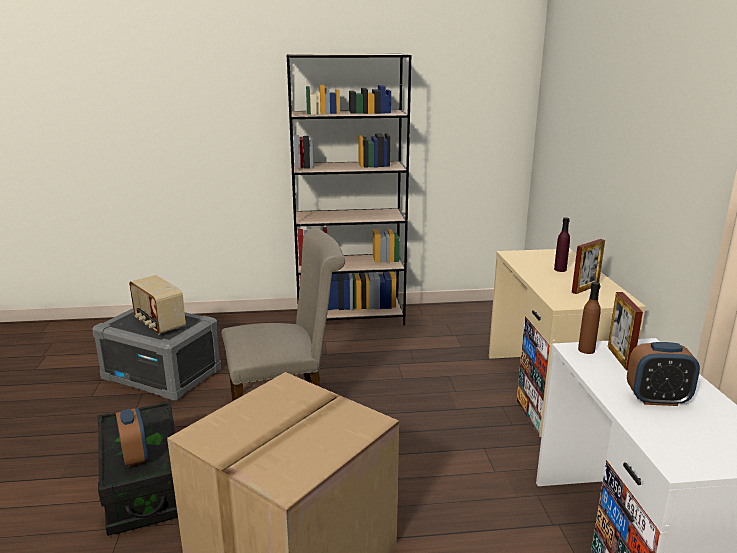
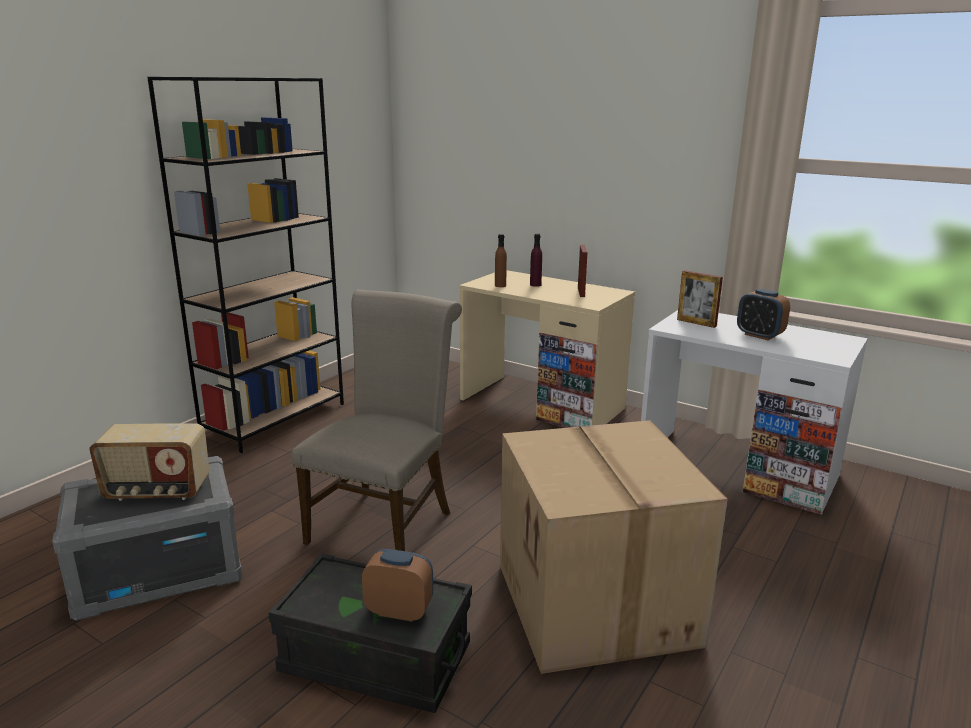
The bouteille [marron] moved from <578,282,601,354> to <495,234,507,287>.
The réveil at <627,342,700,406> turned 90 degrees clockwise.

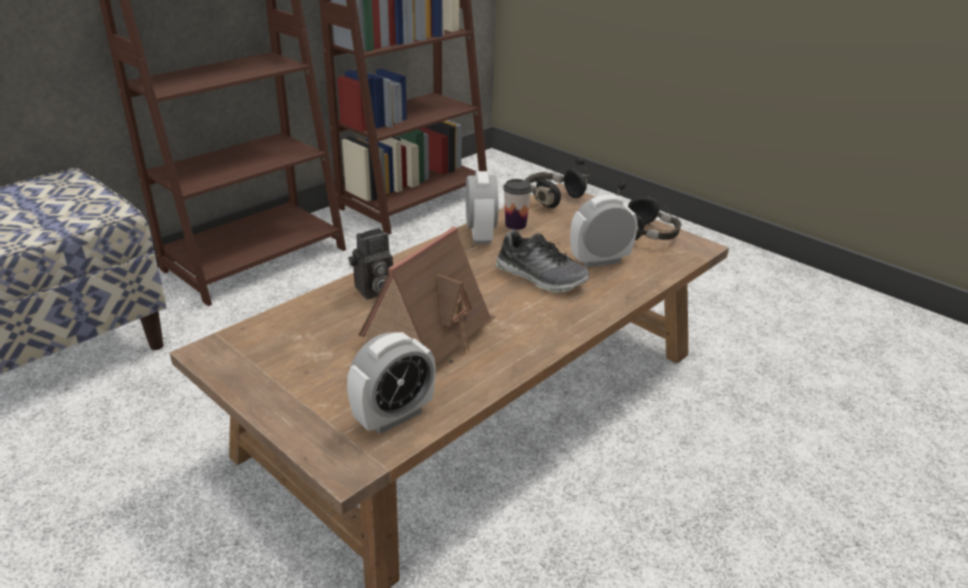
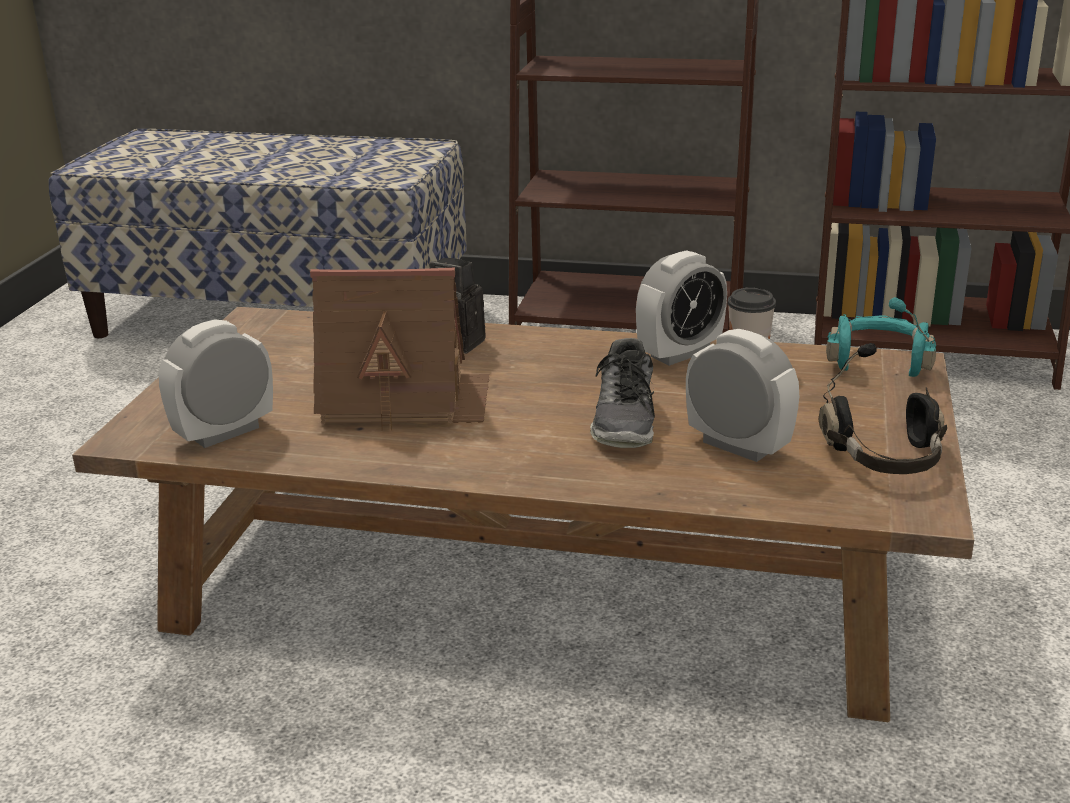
The réveil at <347,332,436,434> turned 120 degrees clockwise.
The casque audio [noir] at <525,158,590,208> became the casque audio [turquoise] at <826,297,936,377>.

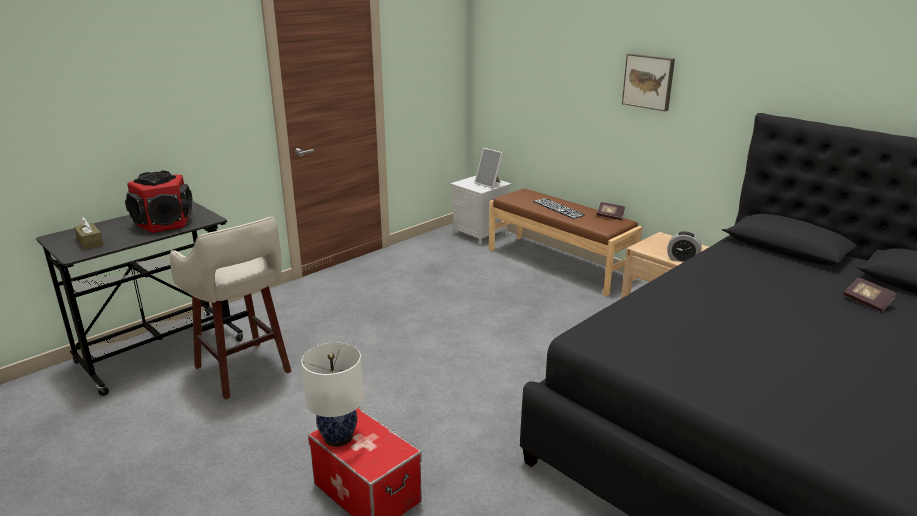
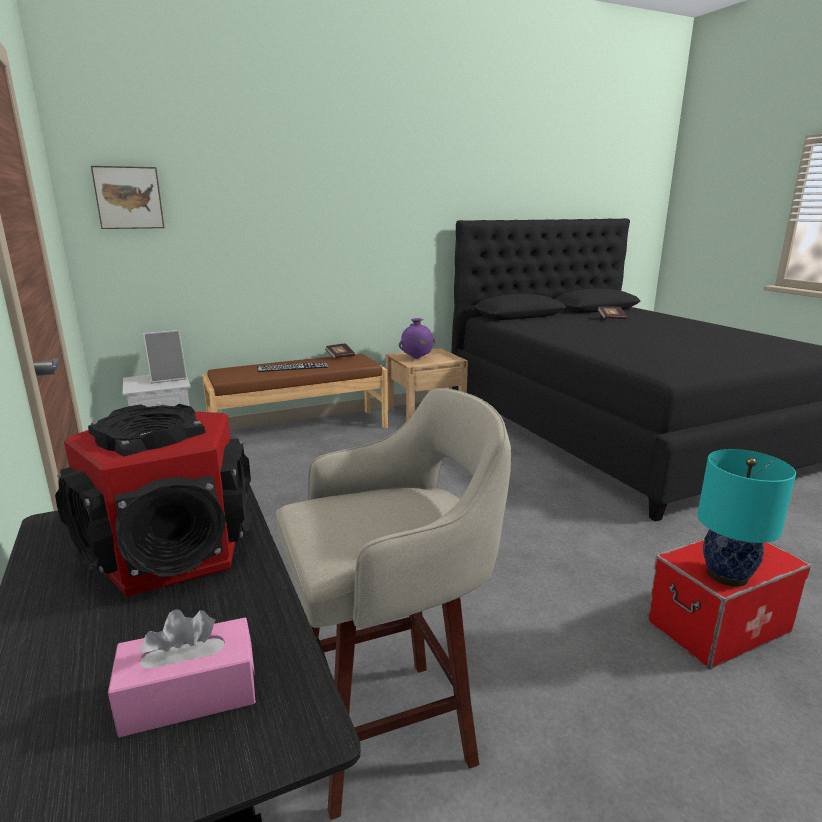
The boîte à mouchoirs [marron] at <74,217,104,250> became the boîte à mouchoirs [rose] at <108,609,256,737>.
The lampe de table [blanc] at <301,343,364,447> became the lampe de table [turquoise] at <697,449,796,587>.
The tableau moved from <622,54,675,111> to <91,166,164,229>.
The réveil at <667,232,702,262> disappeared.
The vase [violet] at <399,318,435,359> appeared.

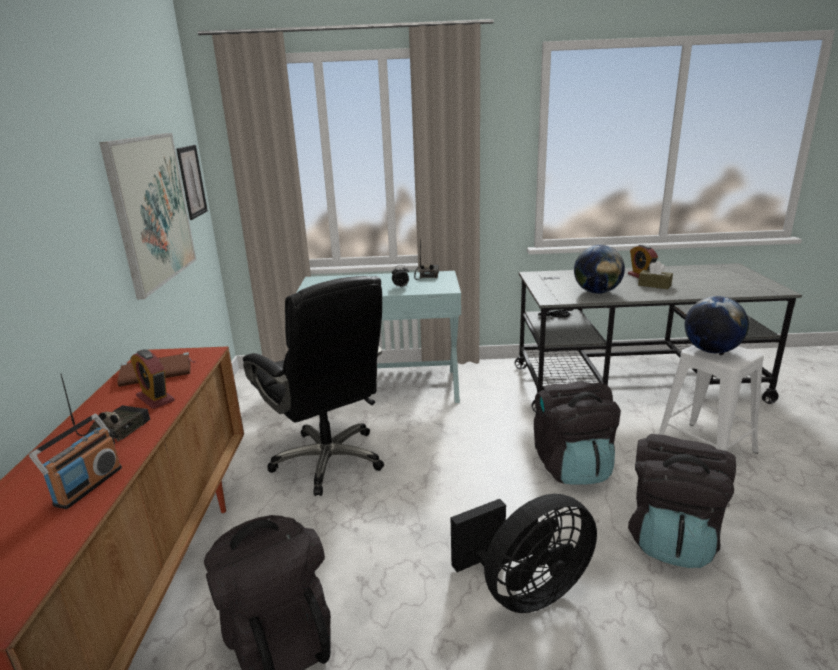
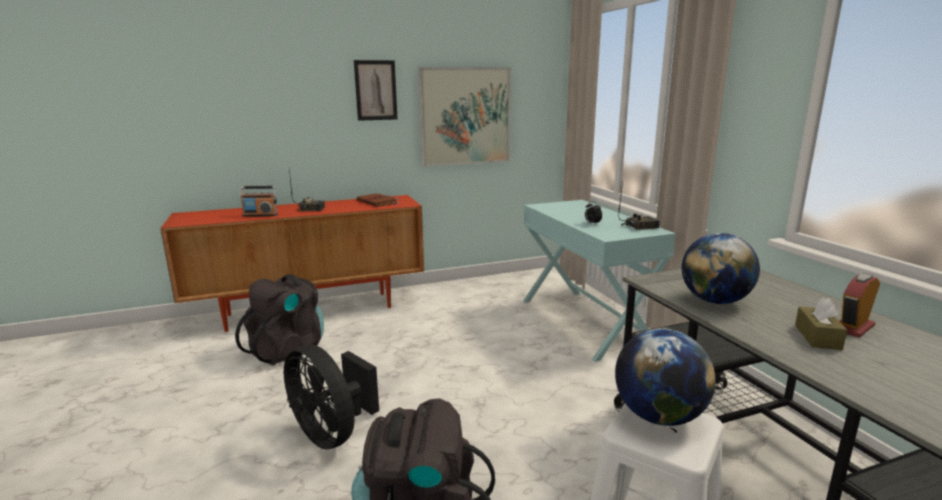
The réveil at <131,349,175,409> disappeared.
The tableau moved from <177,145,208,220> to <354,60,397,121>.
The chaise de bureau [noir] at <243,276,384,496> disappeared.
The sac à dos [noir] at <534,382,621,485> disappeared.

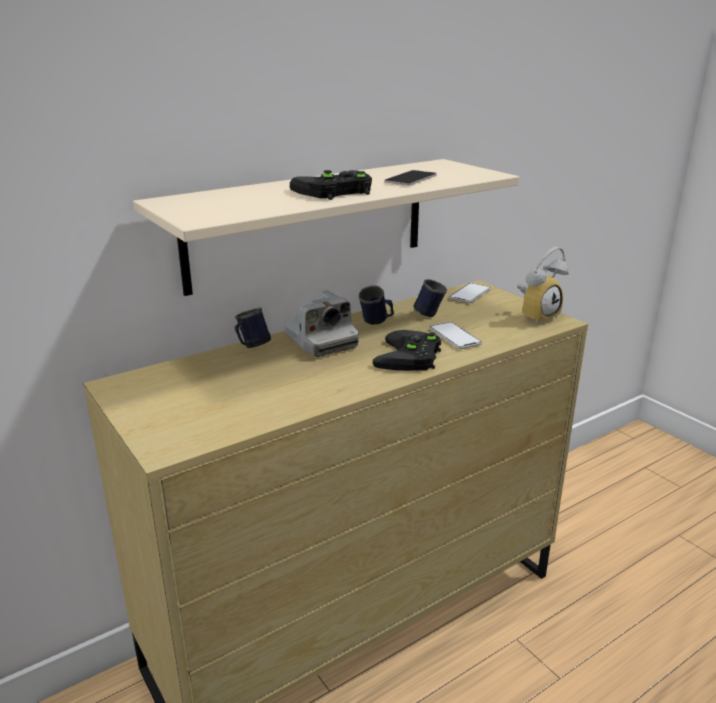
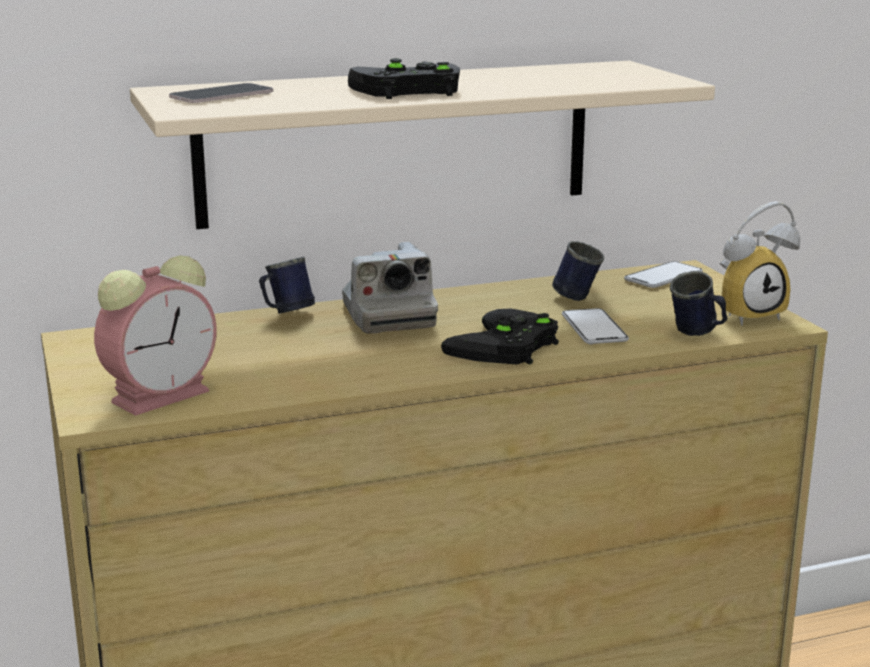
The mug [bleu] moved from <359,285,394,325> to <670,271,727,336>.
The téléphone moved from <384,170,437,186> to <169,83,273,103>.
The réveil at <94,255,217,416> appeared.

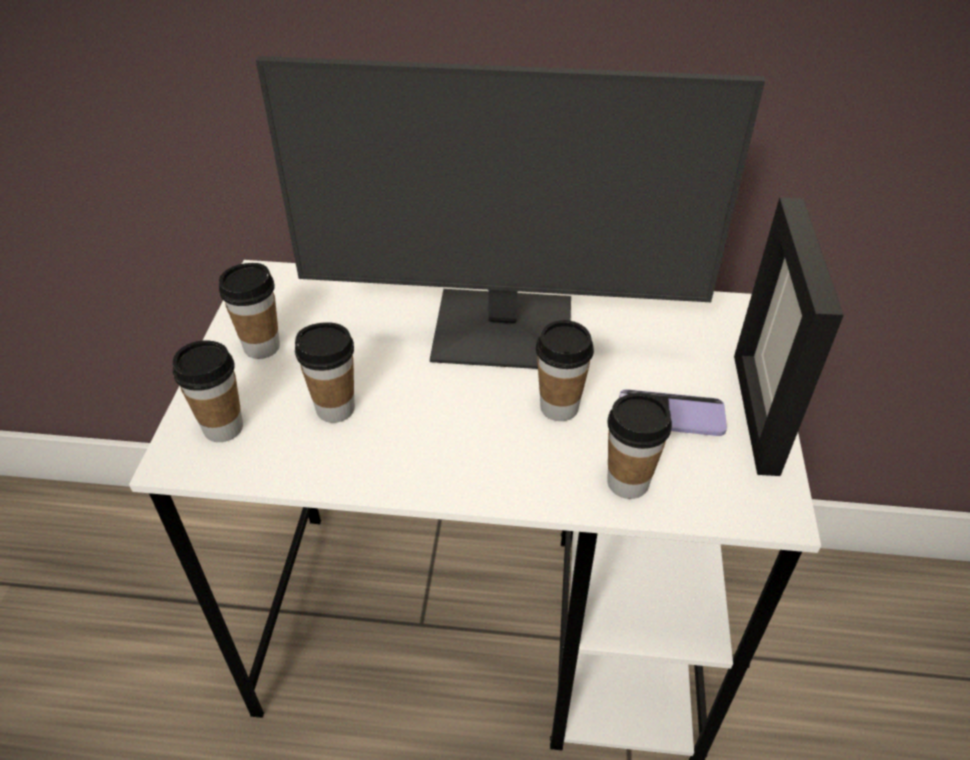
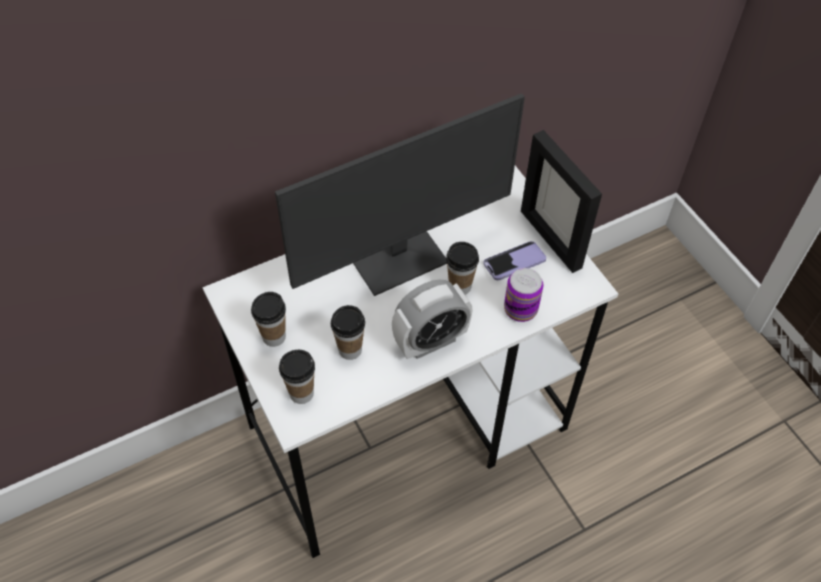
The tasse at <607,393,672,499> was replaced by the boîte métallique at <504,268,543,322>.
The réveil at <392,280,473,359> appeared.

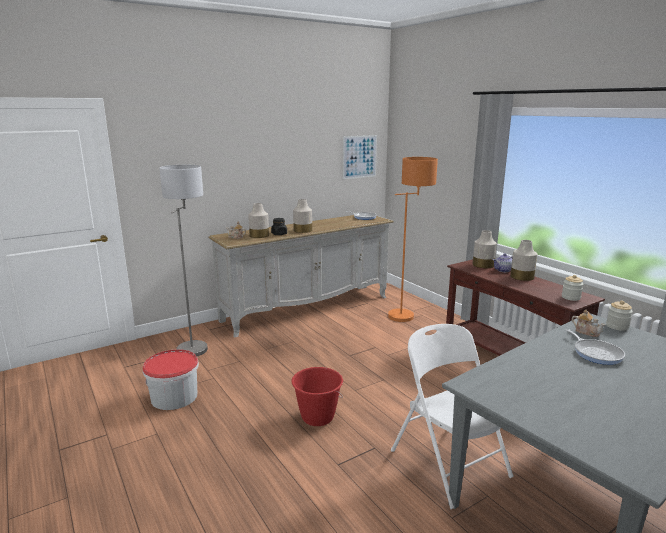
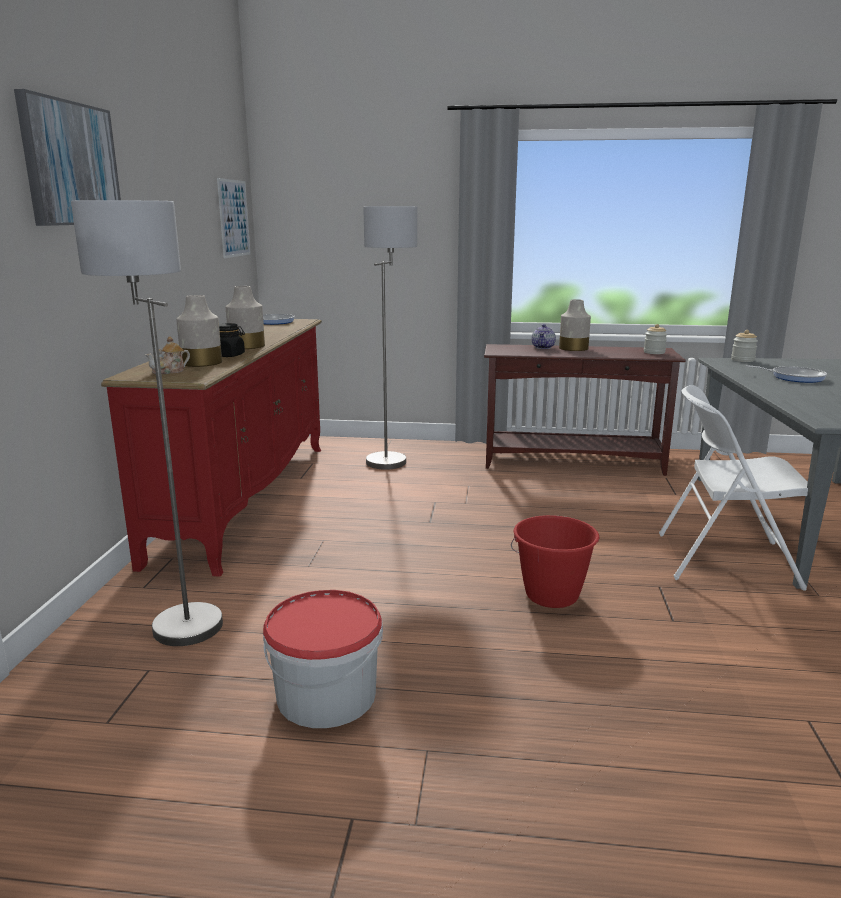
The meuble de rangement [gris] at <208,215,394,337> became the meuble de rangement [rouge] at <101,319,322,577>.
The lampadaire [orange] at <388,157,438,322> became the lampadaire [gris] at <363,206,417,470>.
The vase [beige] at <473,230,497,268> disappeared.
The théière at <572,309,606,337> disappeared.
The tableau at <14,89,121,226> appeared.

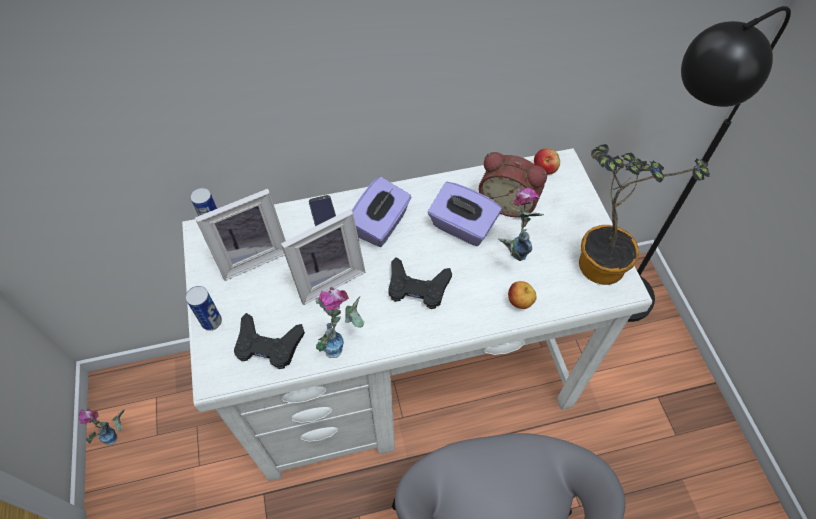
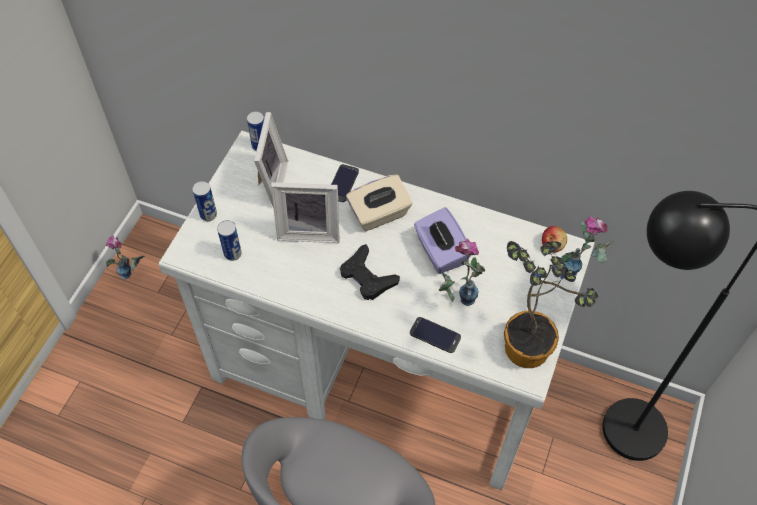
The cadre photo at <195,189,286,281> turned 90 degrees counterclockwise.
The manette [noir] at <234,313,305,369> was replaced by the boîte métallique at <217,220,242,261>.
The vase moved from <316,286,364,358> to <561,216,614,276>.
The boîte à mouchoirs [violet] at <352,176,412,247> became the boîte à mouchoirs [beige] at <346,174,412,231>.
The réveil at <479,152,547,217> disappeared.
The pomme at <508,281,537,309> was replaced by the téléphone at <410,317,461,353>.

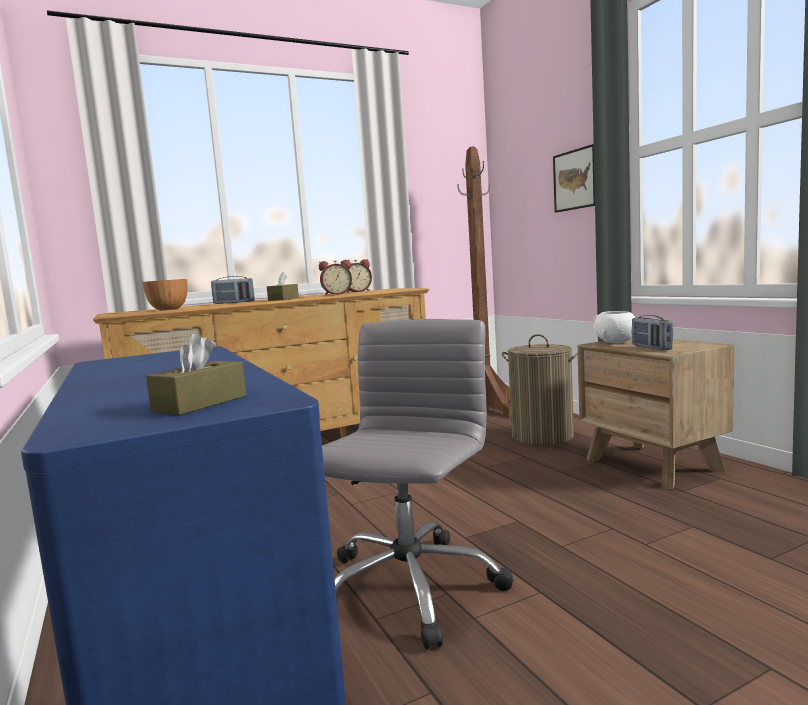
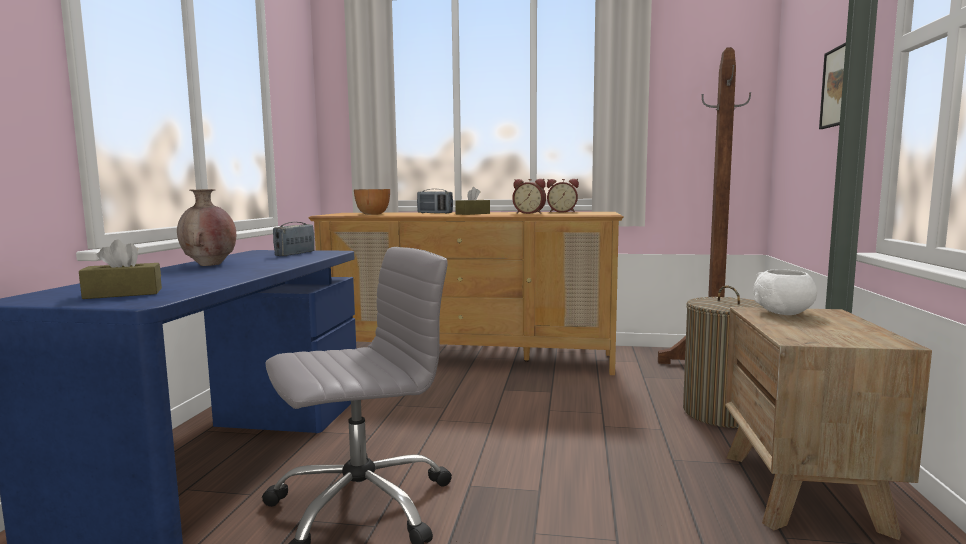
The radio moved from <632,315,673,350> to <273,222,315,256>.
The vase [marron] at <177,189,236,266> appeared.

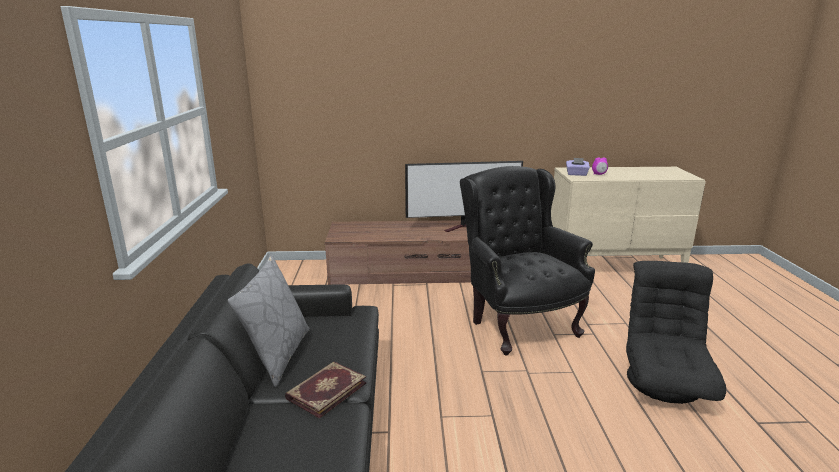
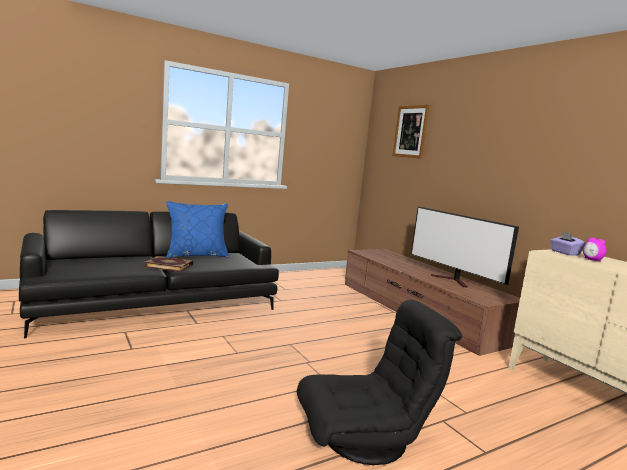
The coussin [gris] at <228,254,310,387> became the coussin [bleu] at <166,201,229,258>.
The fauteuil [noir] at <460,166,595,355> disappeared.
The tableau at <393,105,429,159> appeared.

